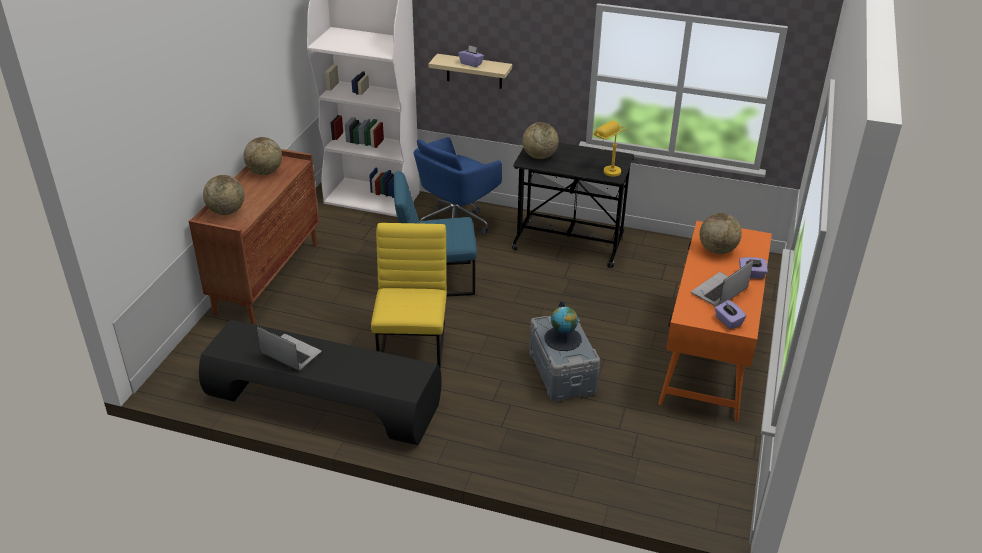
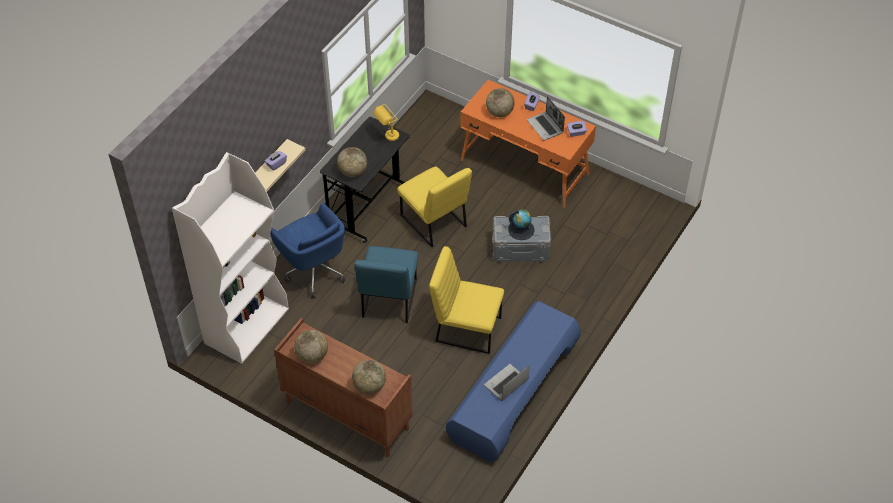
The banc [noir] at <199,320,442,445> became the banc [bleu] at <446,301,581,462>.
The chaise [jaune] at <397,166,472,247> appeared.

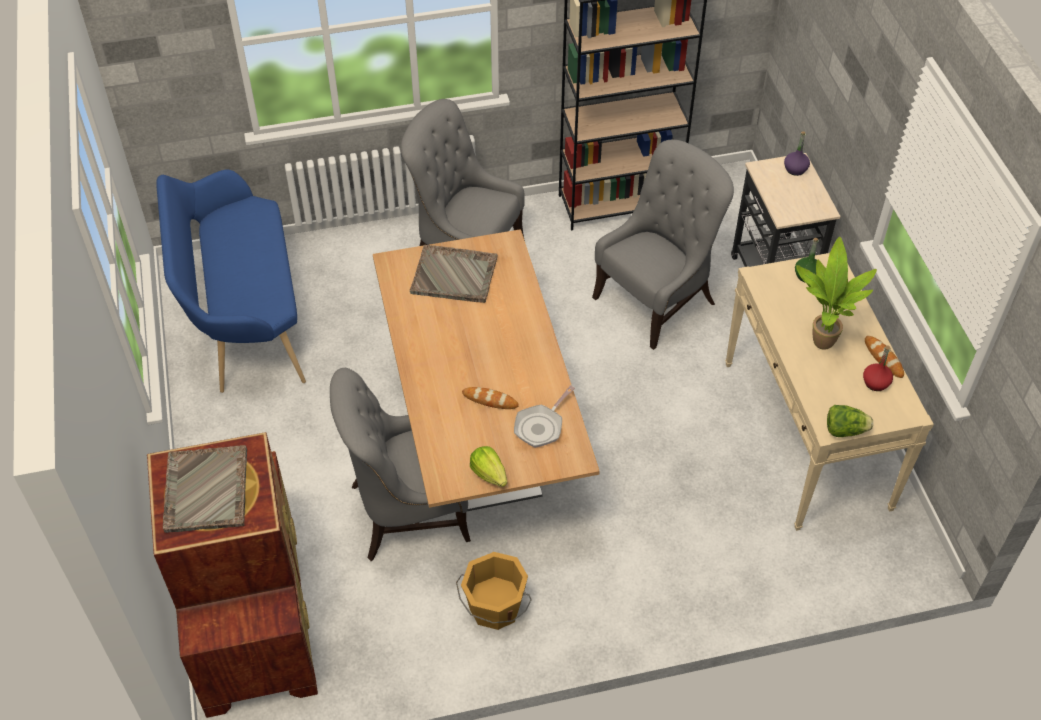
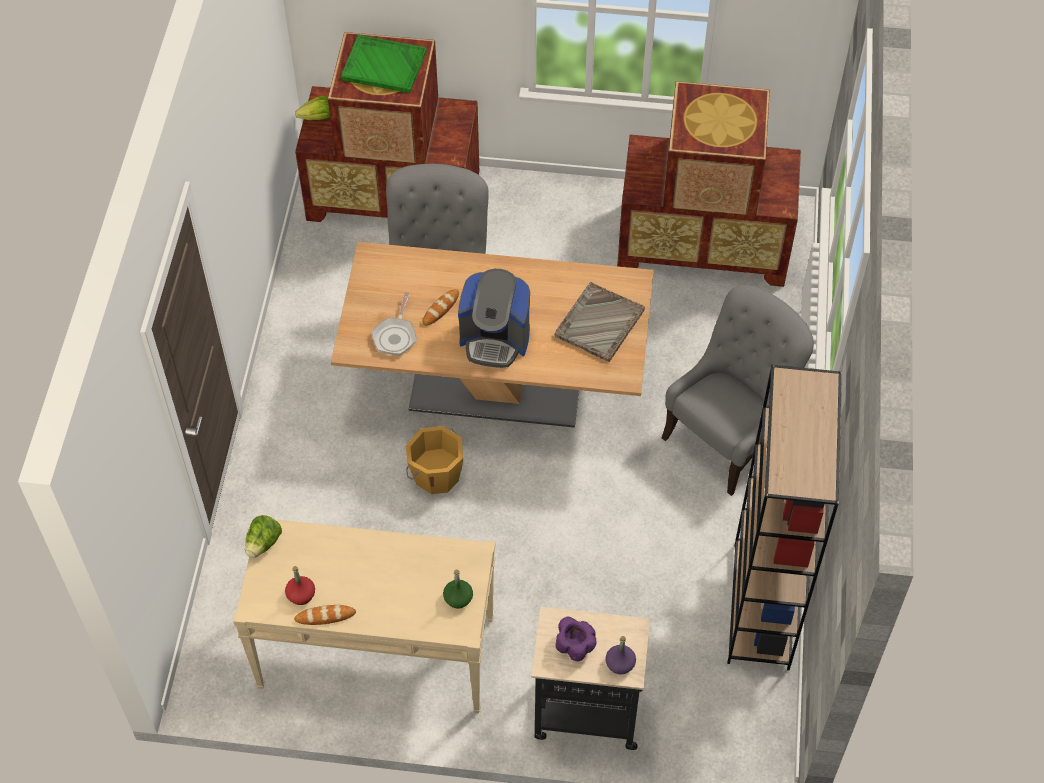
The banc [bleu] at <156,170,306,393> was replaced by the meuble de rangement at <617,81,801,287>.
The plateau [gris] at <163,445,247,533> became the plateau [vert] at <340,35,427,93>.
The seau [orange] moved from <456,552,532,630> to <406,426,463,494>.
The laitue moved from <470,446,507,487> to <295,96,330,120>.
The poêle at <514,385,575,448> turned 135 degrees counterclockwise.
The chaise [gris] at <592,140,734,350> disappeared.
The plante en pot at <796,237,877,350> disappeared.
The machine à café at <458,269,530,368> appeared.
The bol [violet] at <556,617,597,661> appeared.

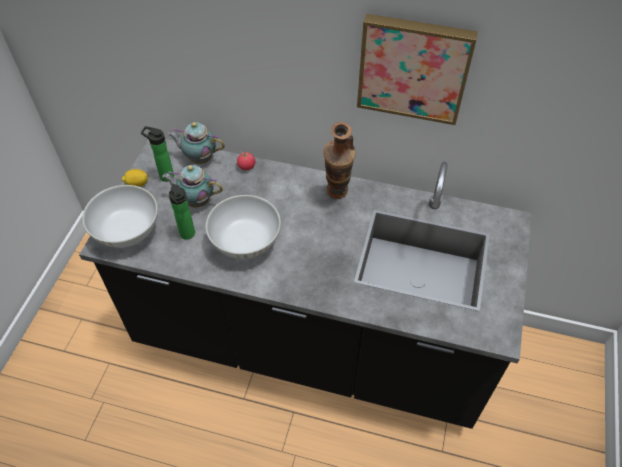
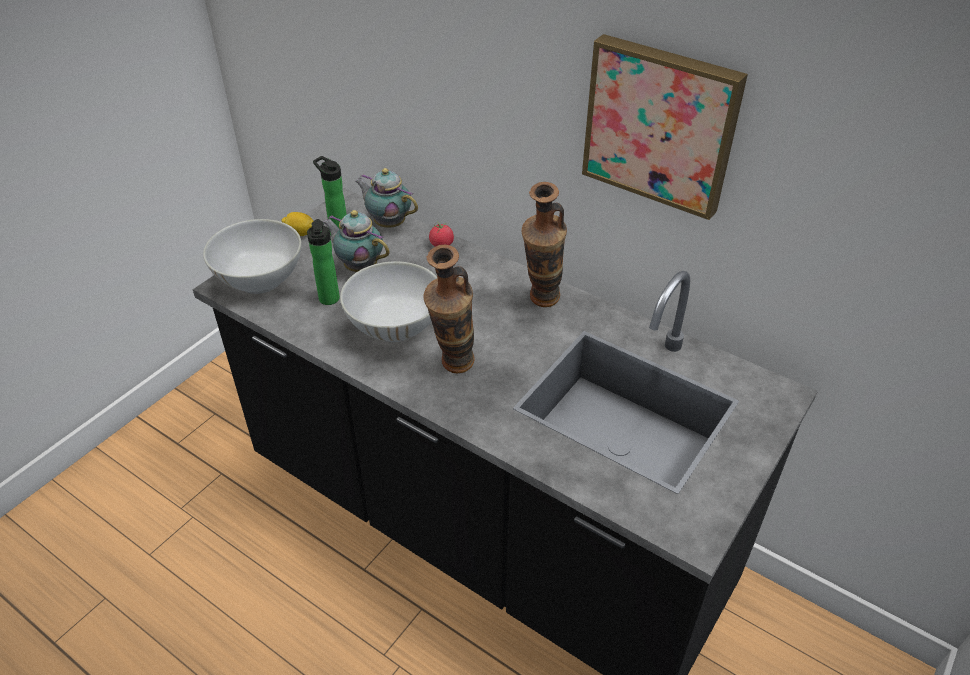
The vase at <423,244,474,374> appeared.

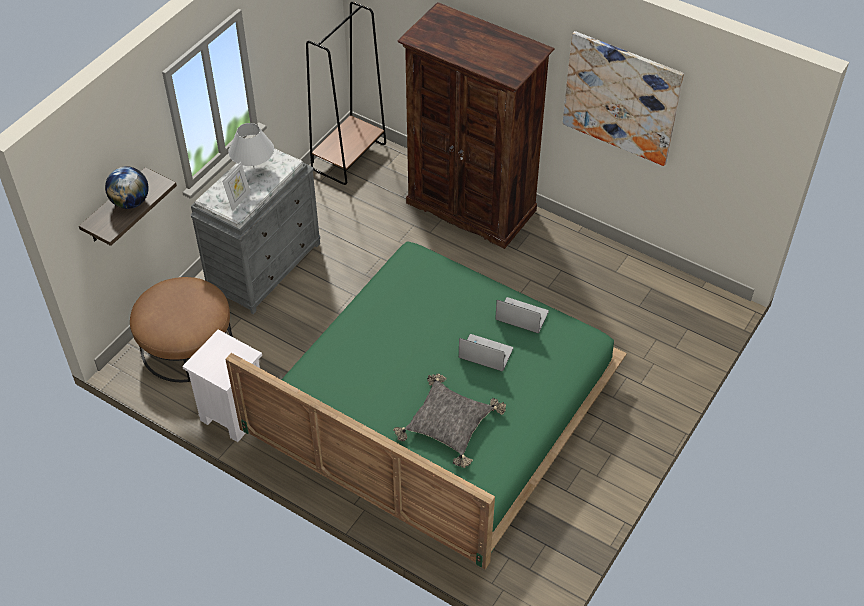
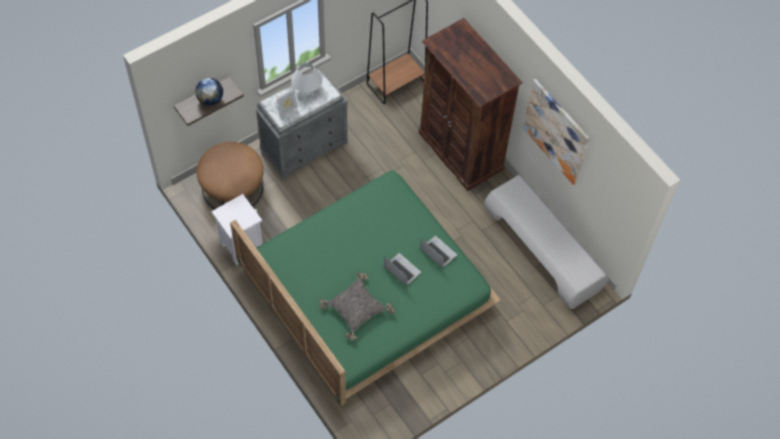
The banc [gris] at <484,175,609,309> appeared.

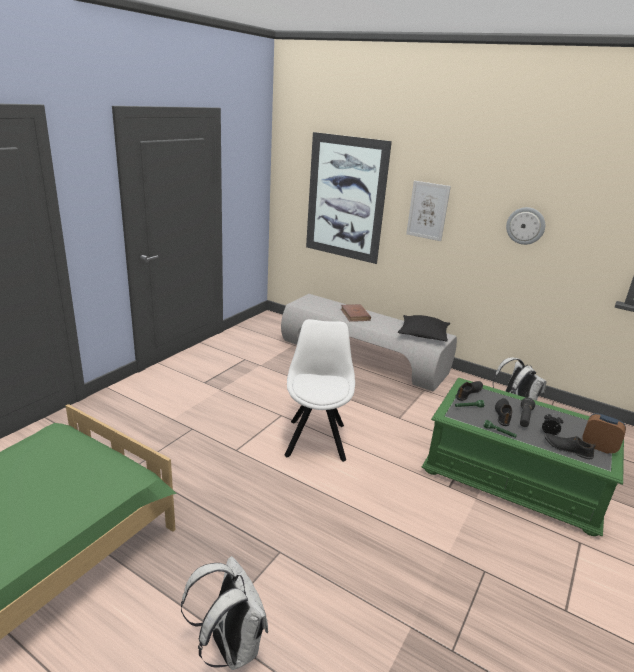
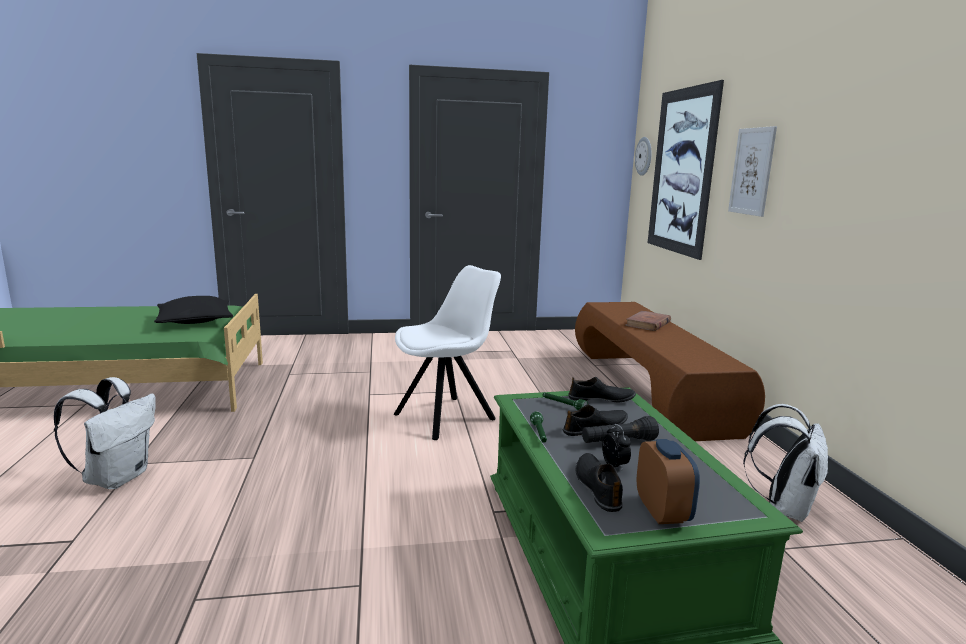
The banc [gris] at <281,294,457,392> became the banc [marron] at <575,302,765,441>.
The coussin [noir] moved from <398,315,450,341> to <154,296,233,324>.
The horloge murale moved from <506,207,545,245> to <635,137,652,176>.

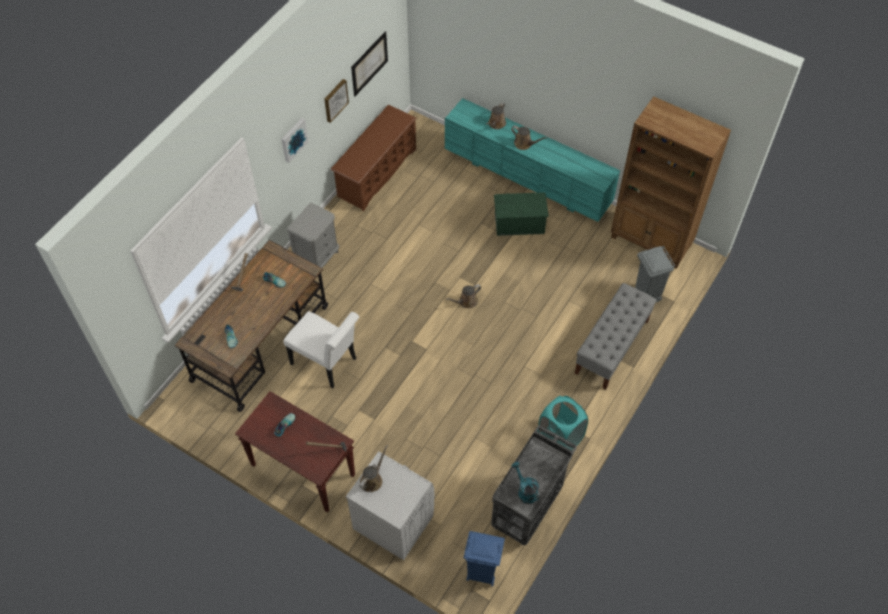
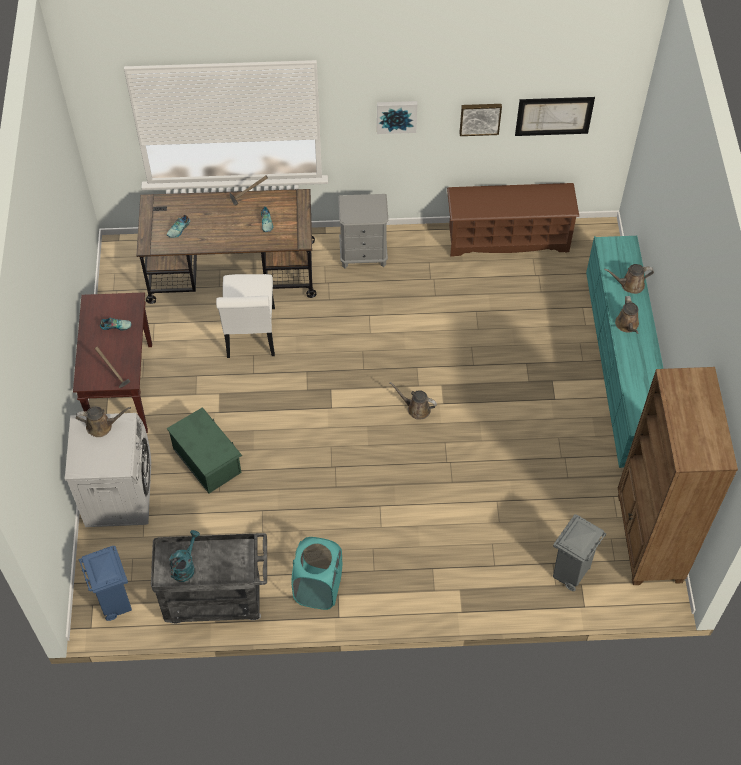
The boîte de rangement [vert] moved from <494,192,549,236> to <167,408,242,493>.
The banc [gris] at <575,283,657,390> disappeared.

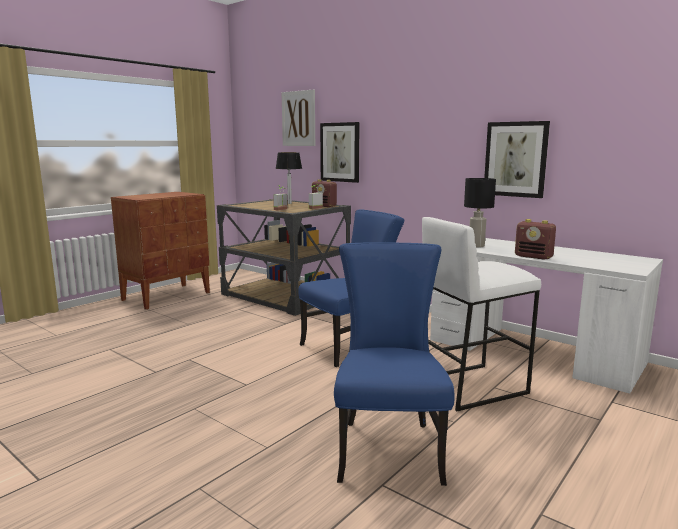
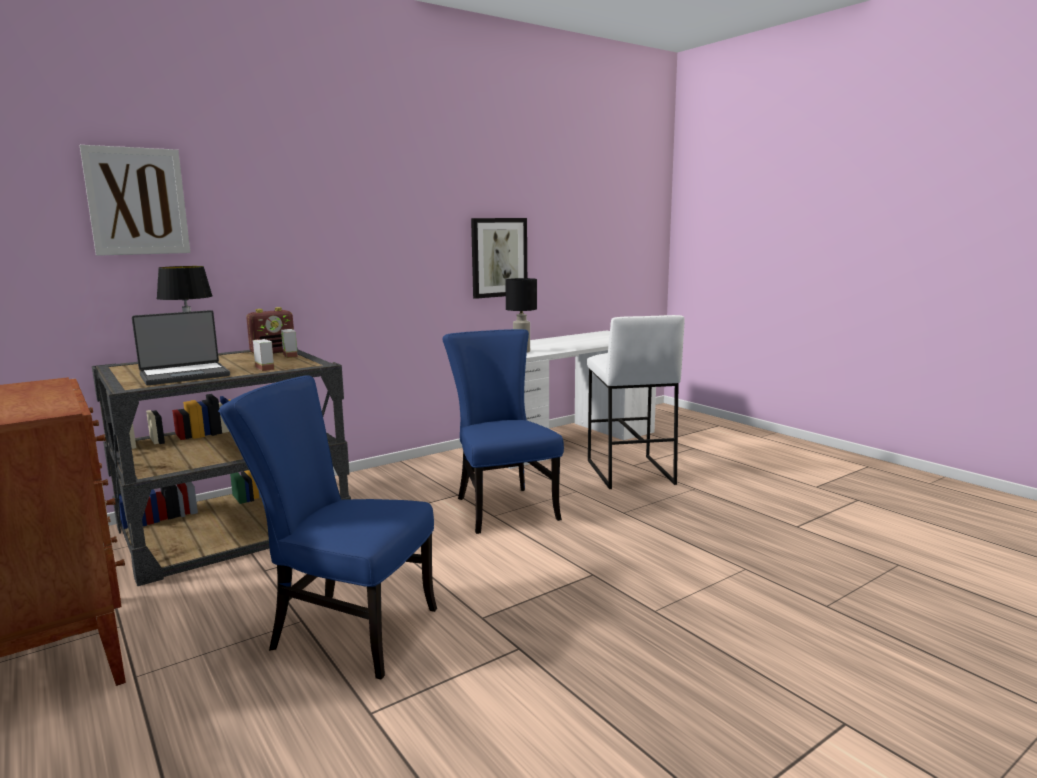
The tableau at <320,122,360,183> disappeared.
The chaise [bleu] moved from <334,242,454,486> to <218,375,437,680>.
The radio at <515,219,556,260> disappeared.
The ordinateur portable at <132,310,230,385> appeared.

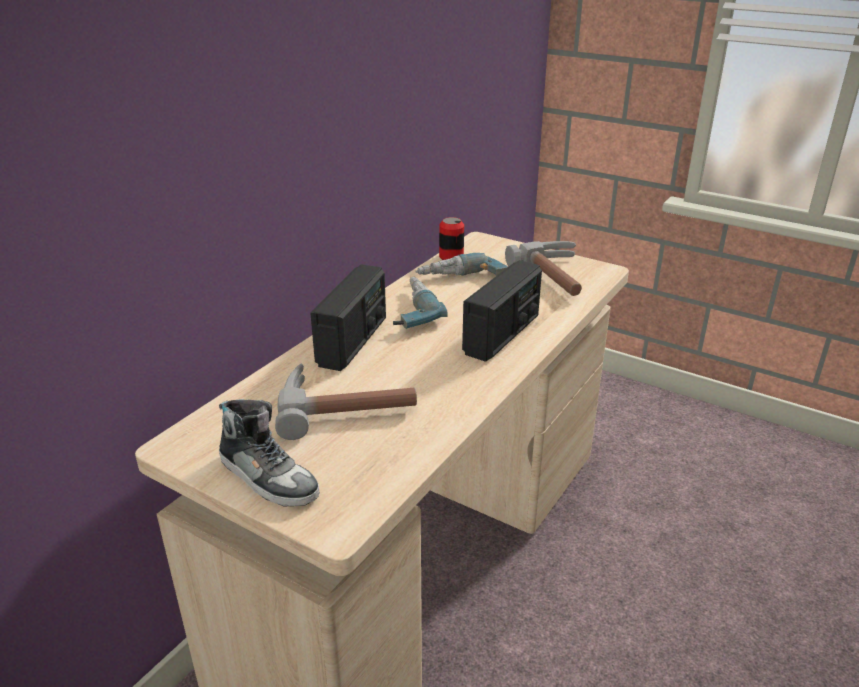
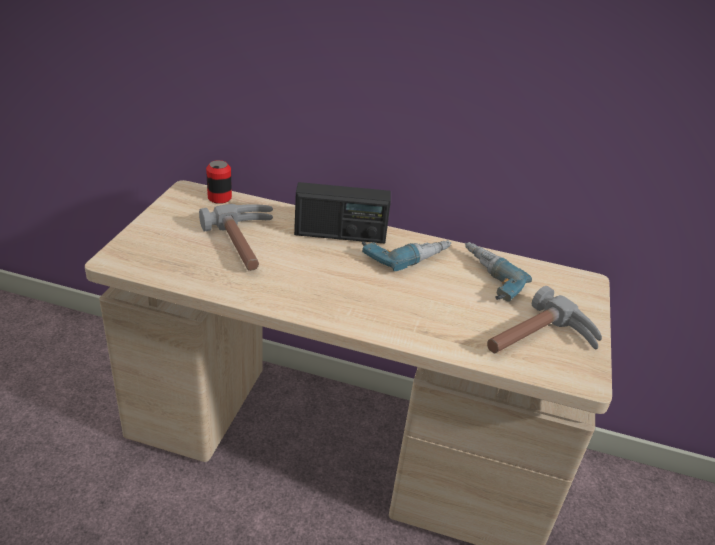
The chaussure at <219,399,320,506> disappeared.
The boîte métallique moved from <439,217,464,260> to <206,160,232,204>.
The radio at <462,260,542,362> disappeared.

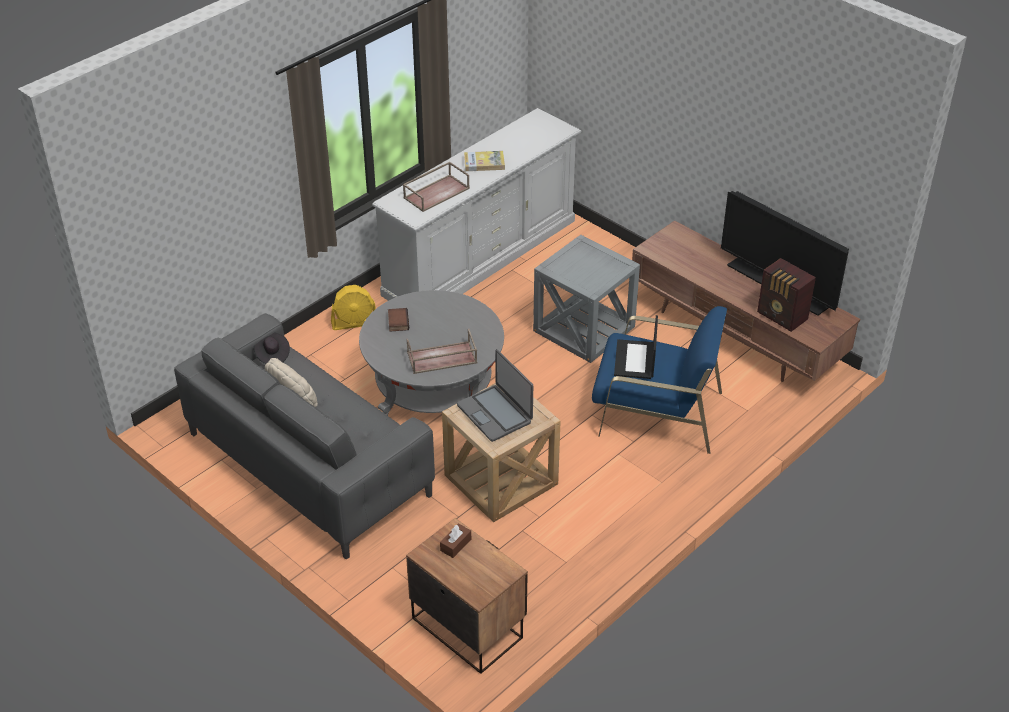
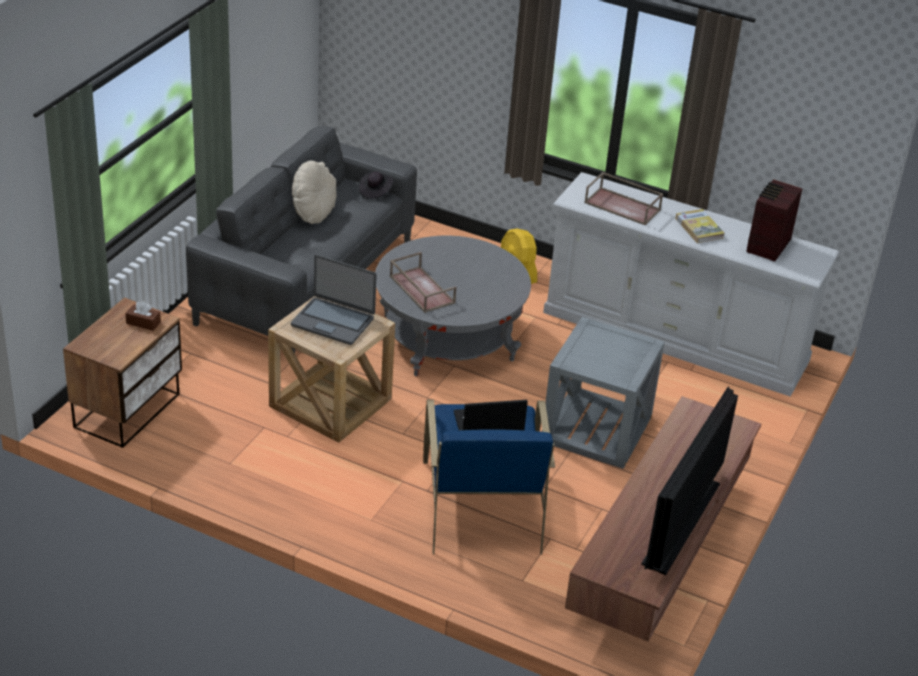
The livre at <388,308,409,332> disappeared.
The ordinateur portable at <457,349,533,442> turned 105 degrees counterclockwise.
The radio moved from <757,258,816,332> to <746,179,803,261>.

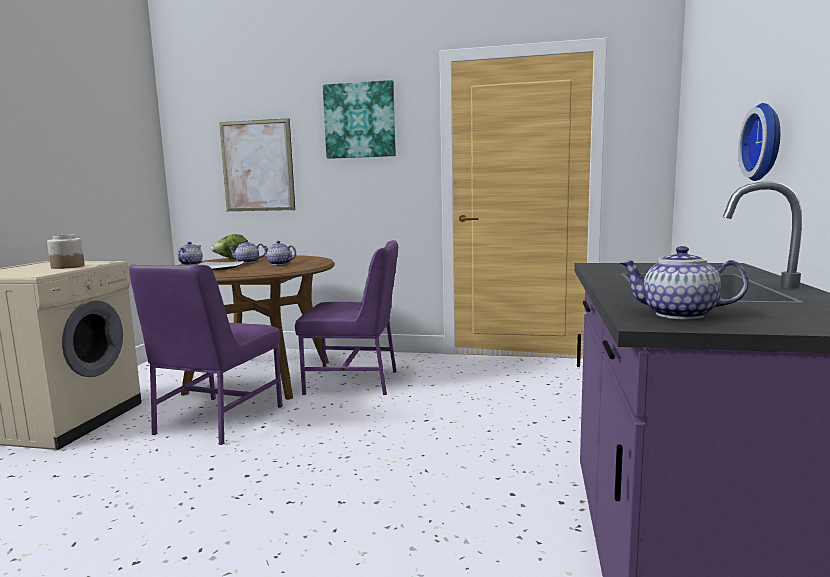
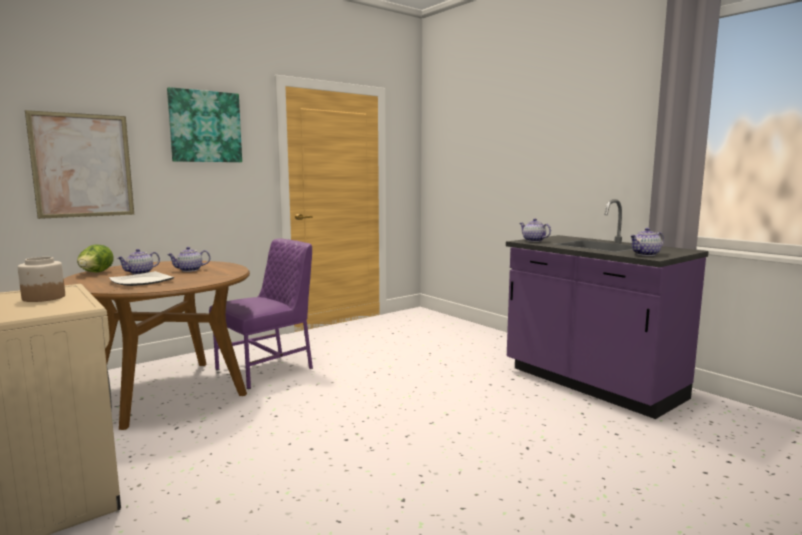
The chaise [violet] at <129,264,283,445> disappeared.
The théière moved from <178,242,203,265> to <520,218,551,242>.
The horloge murale at <738,103,780,181> disappeared.

